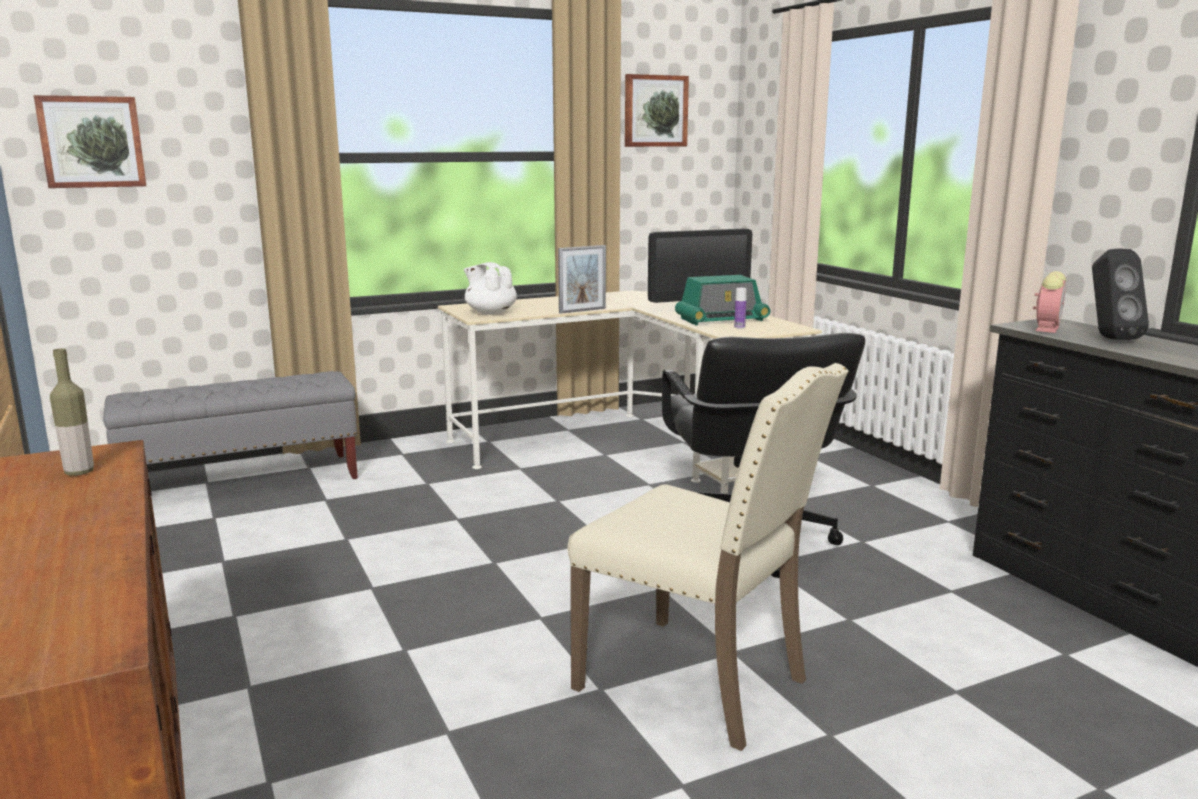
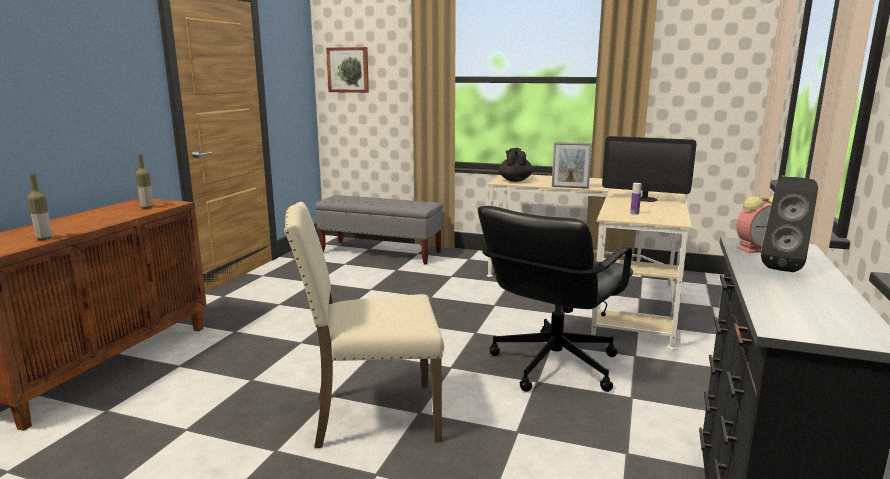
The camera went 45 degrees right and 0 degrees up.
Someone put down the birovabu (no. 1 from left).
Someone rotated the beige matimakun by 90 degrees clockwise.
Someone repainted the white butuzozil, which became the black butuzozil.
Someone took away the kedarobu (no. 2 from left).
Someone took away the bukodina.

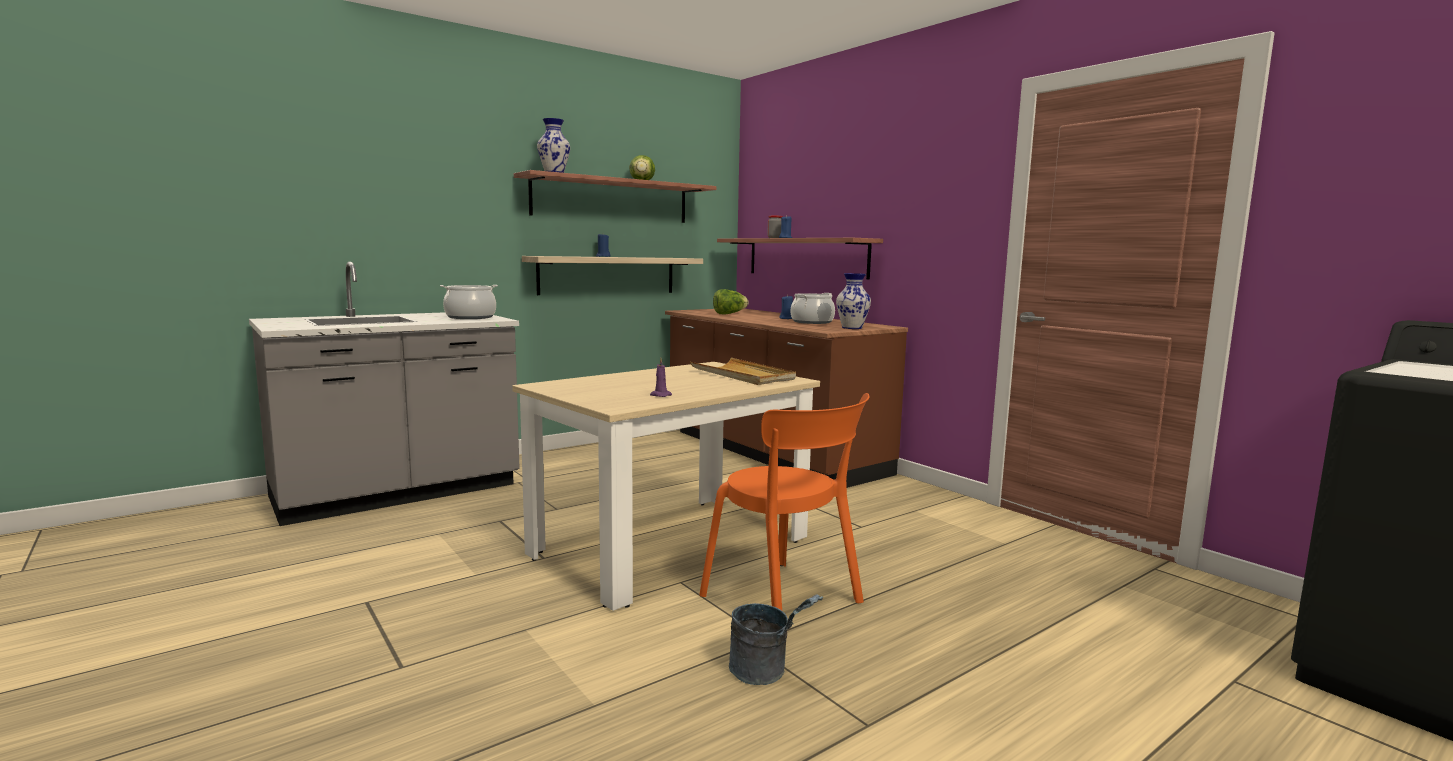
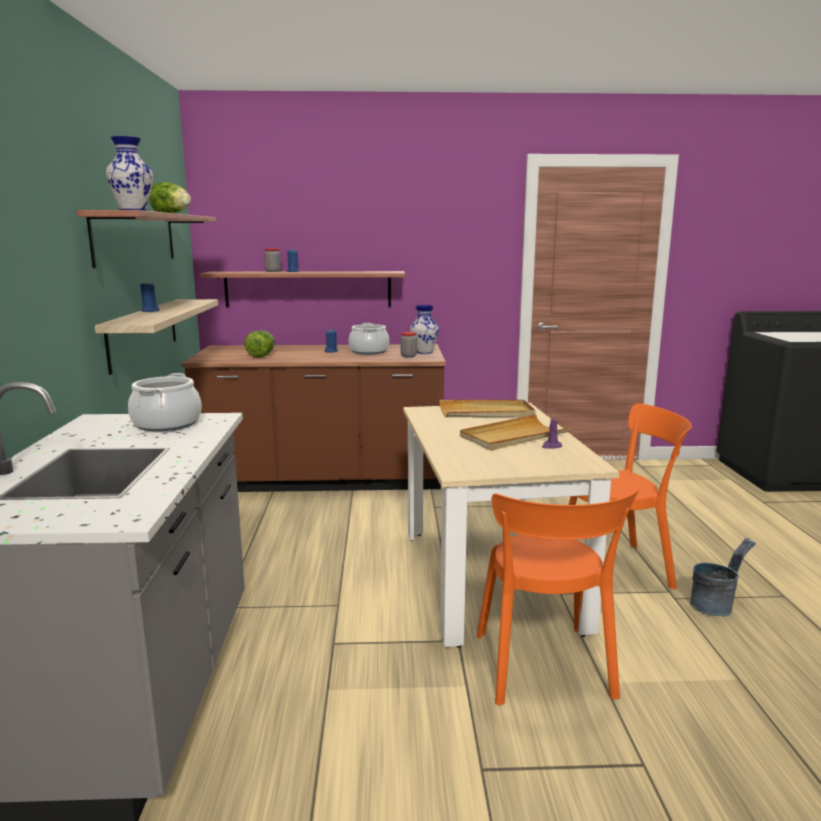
The camera went 55 degrees left and 5 degrees up.
Someone put down the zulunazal (no. 2 from left).
Someone put down the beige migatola (no. 2 from left).
Someone put down the orange matimakun (no. 1 from left).

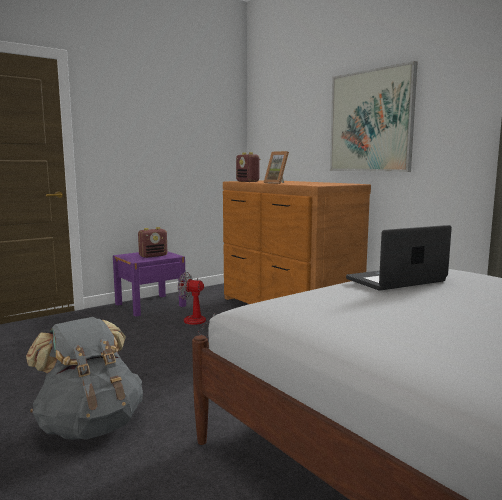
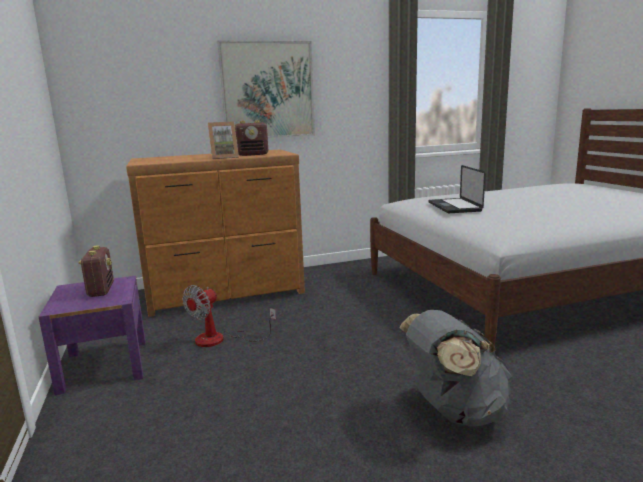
The camera went 70 degrees left and 5 degrees up.
Someone carried the bukodina (no. 2 from left).

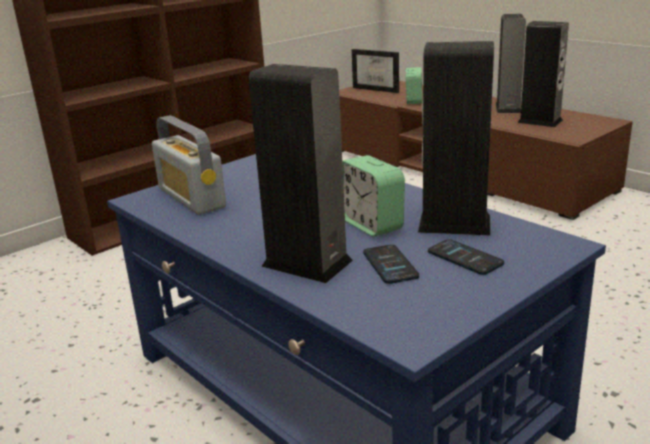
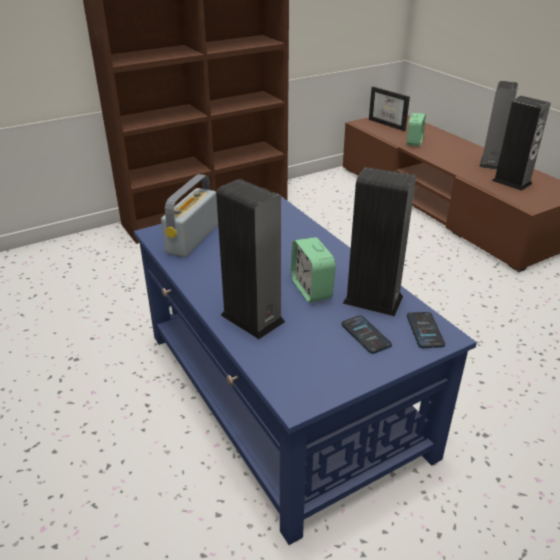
The camera went 10 degrees right and 10 degrees up.
Someone rotated the bukodina by 45 degrees clockwise.
Someone carried the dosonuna (no. 1 from left in the first image).

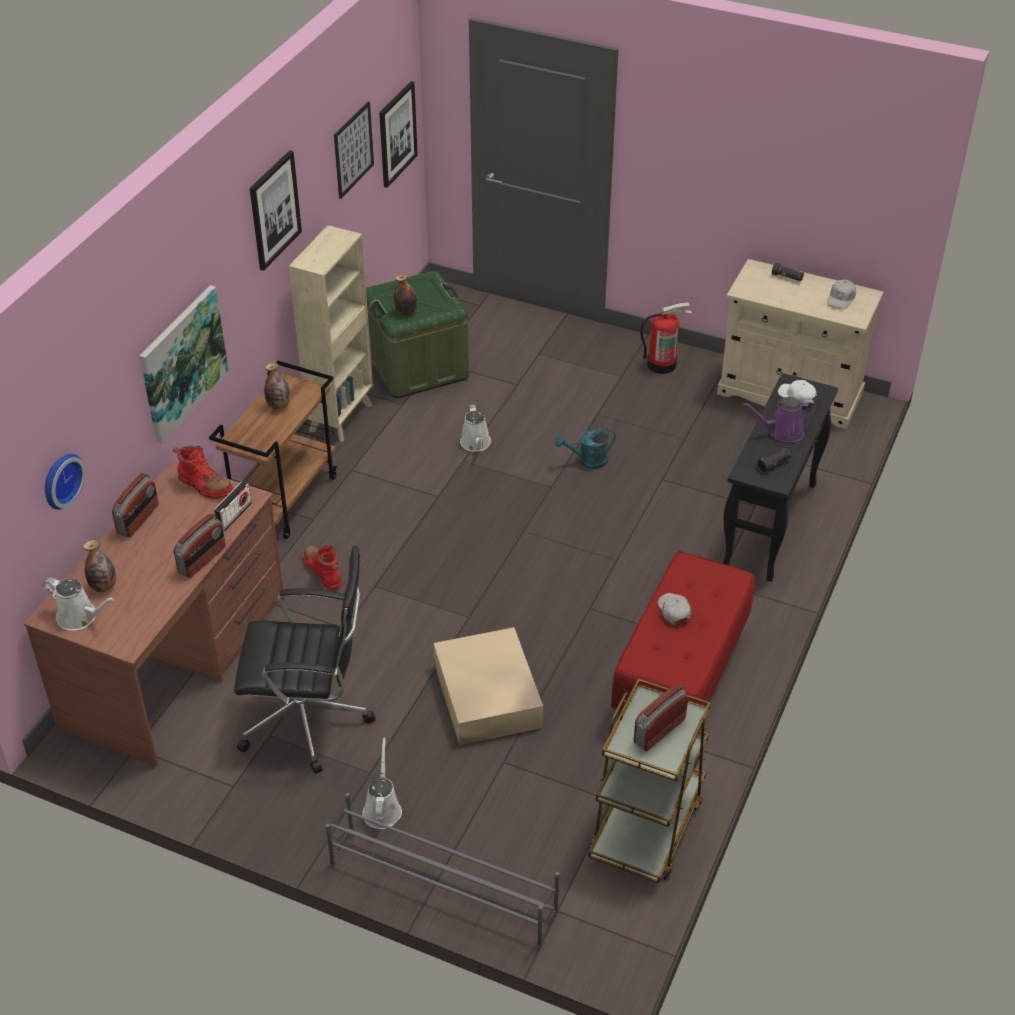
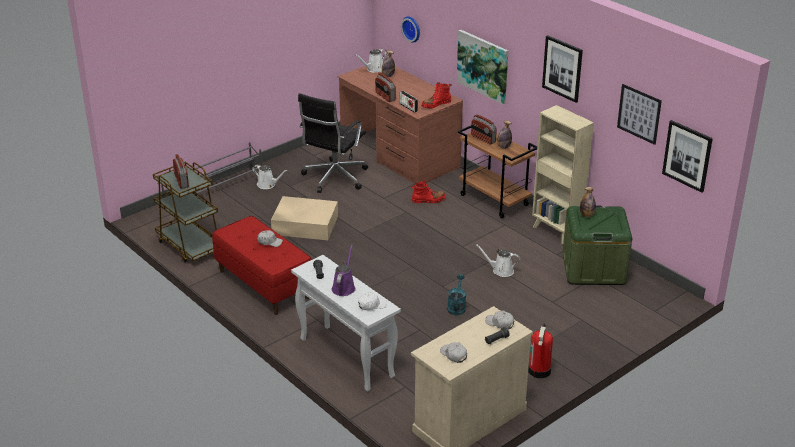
The camera went 115 degrees right and 10 degrees down.
Someone repainted the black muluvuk, which became the white muluvuk.
Someone carried the bukodina (no. 1 from left in the first image).
Someone put down the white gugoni (no. 4 from left).

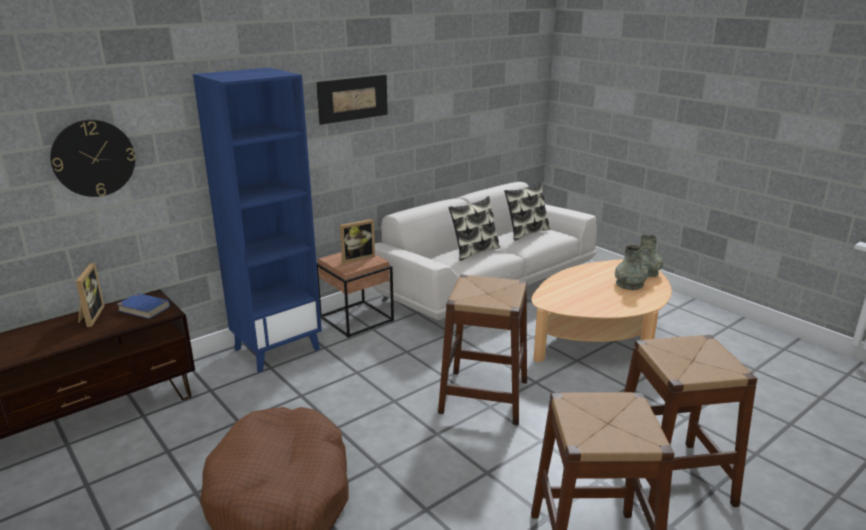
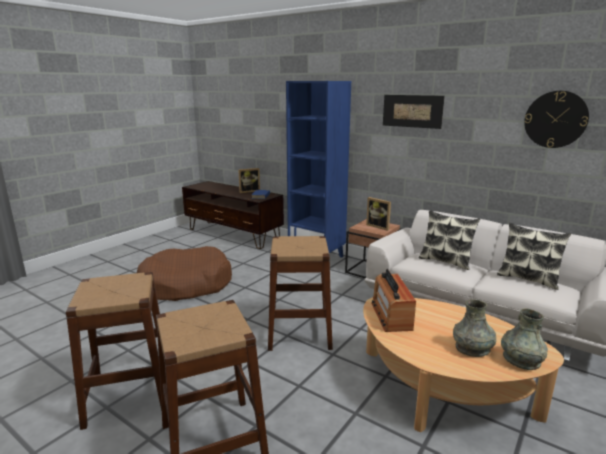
The camera went 75 degrees right and 5 degrees down.
Someone put down the bukodina.
Someone carried the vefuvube.

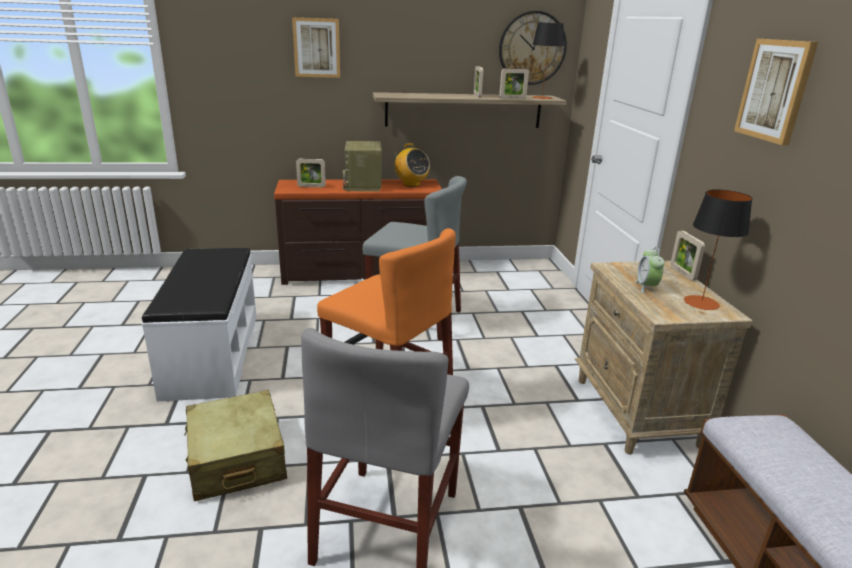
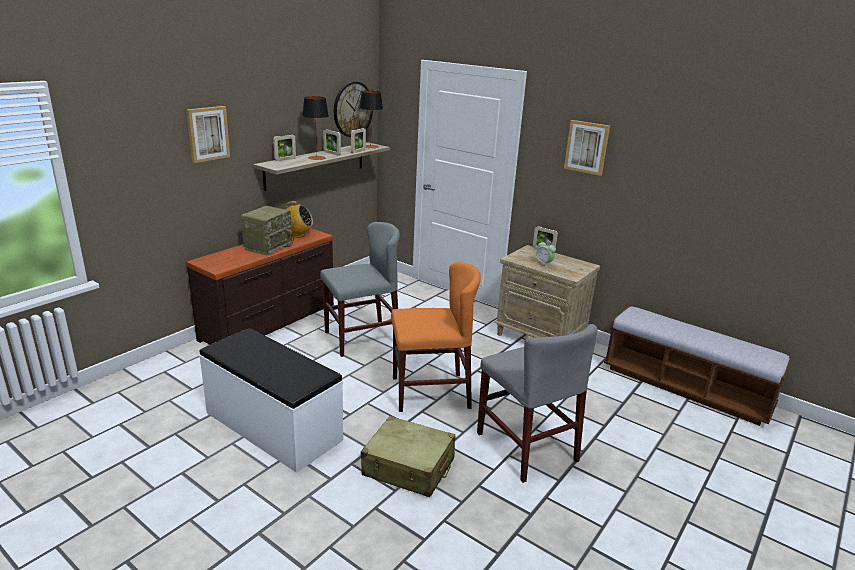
The camera went 45 degrees left and 0 degrees up.
Someone rotated the bukodina (no. 1 from left) by 105 degrees counterclockwise.
Someone carried the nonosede (no. 1 from left).
Someone carried the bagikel (no. 2 from left in the first image).

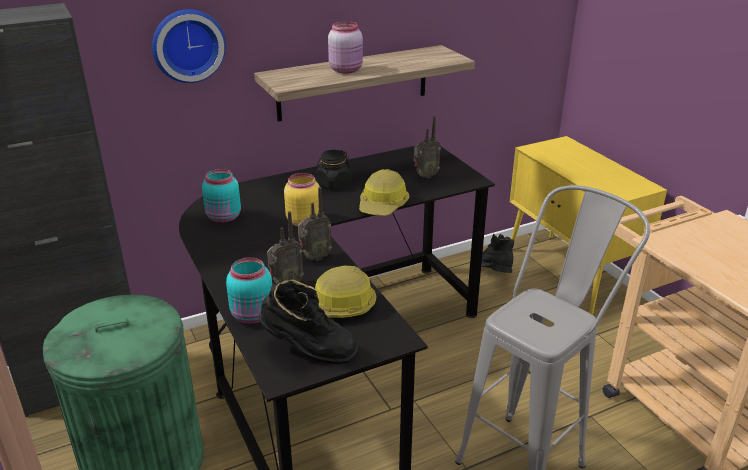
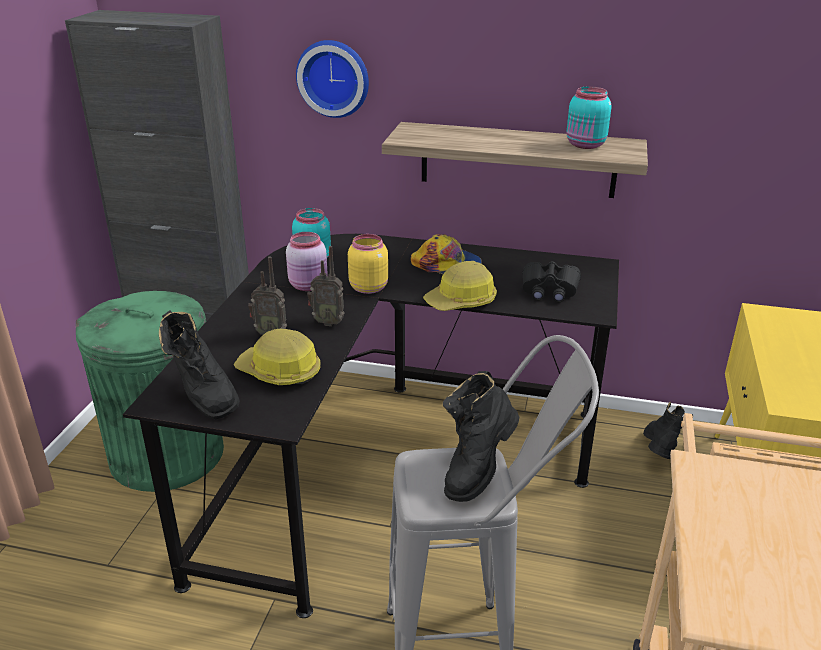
The camera went 40 degrees right and 0 degrees up.
Someone carried the pink zulunazal.
Someone swapped the black zulunazal for the gugoni.
Someone put down the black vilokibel (no. 2 from left).
Someone swapped the bukodina (no. 3 from left) for the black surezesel.
Someone carried the turquoise zulunazal (no. 2 from left).

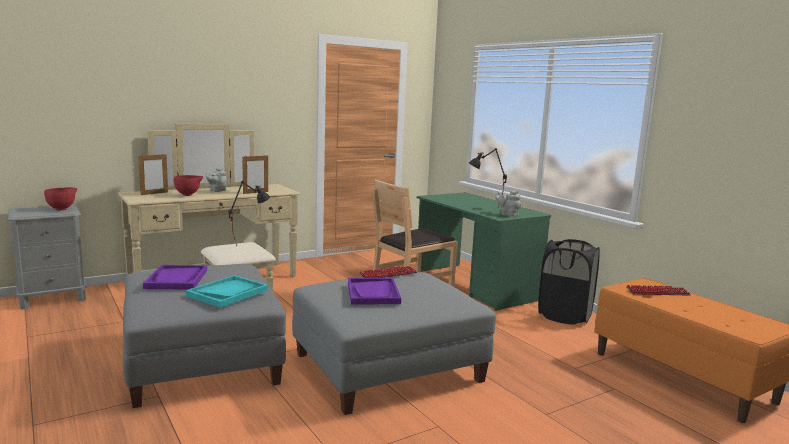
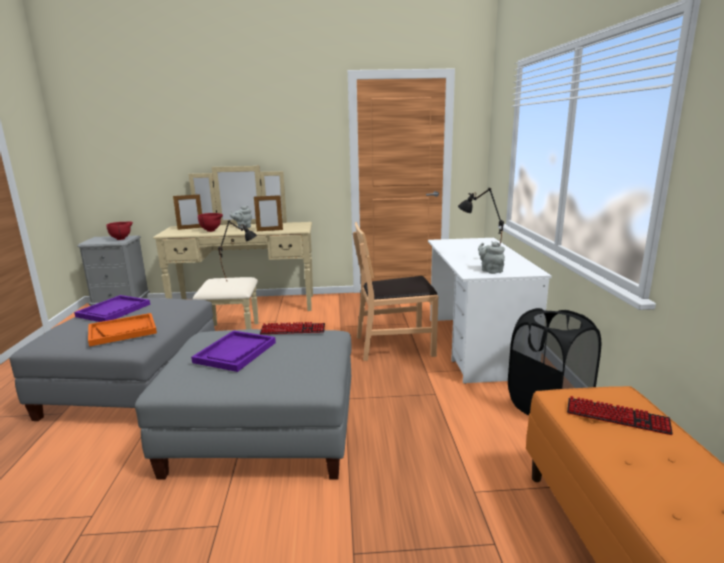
The camera went 30 degrees right and 5 degrees up.
Someone repainted the turquoise migatola, which became the orange migatola.
Someone repainted the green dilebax, which became the white dilebax.

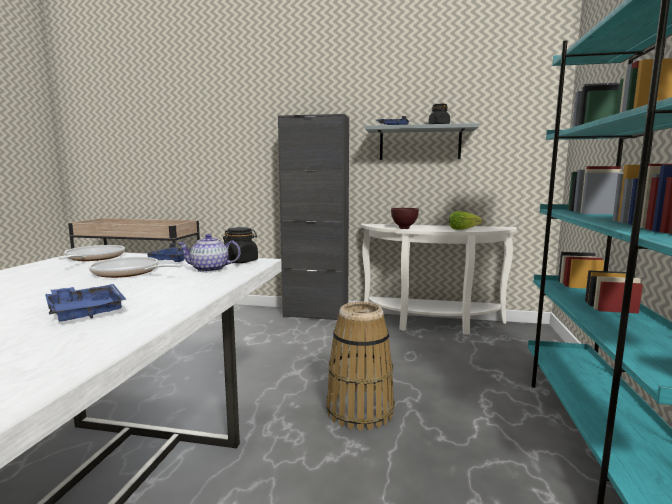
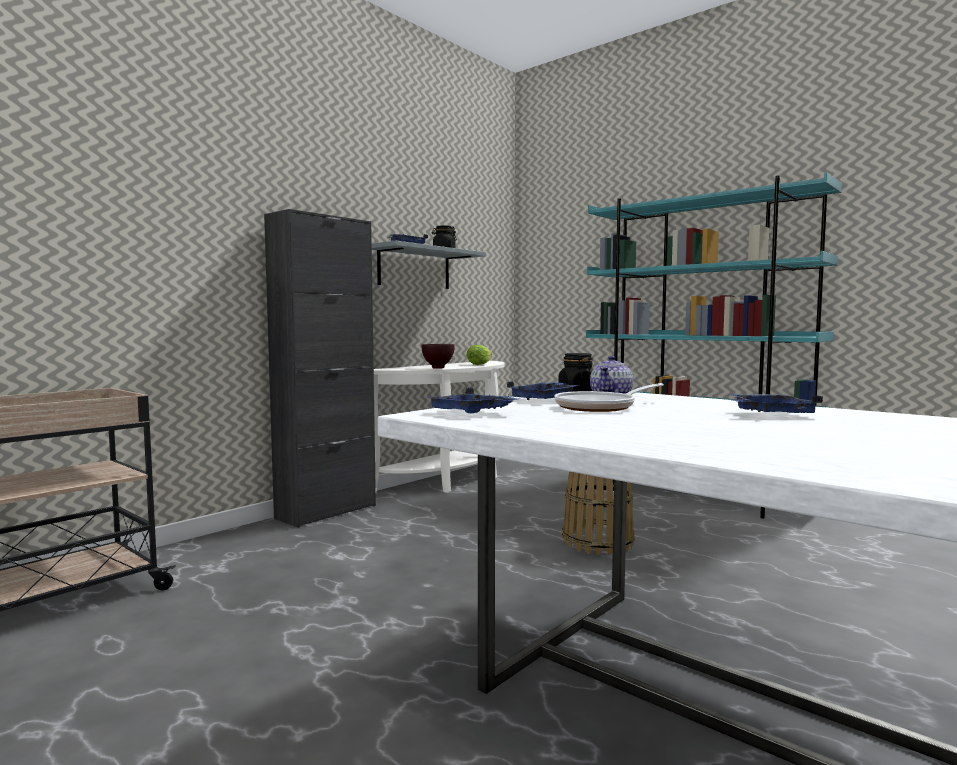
The camera went 60 degrees left and 5 degrees down.
Someone swapped the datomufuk (no. 1 from left) for the blue migatola (no. 2 from left).

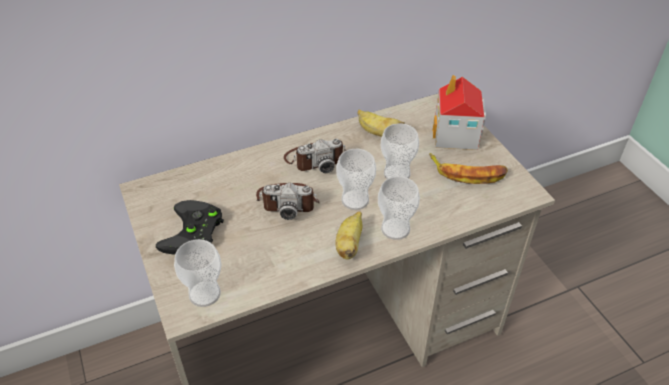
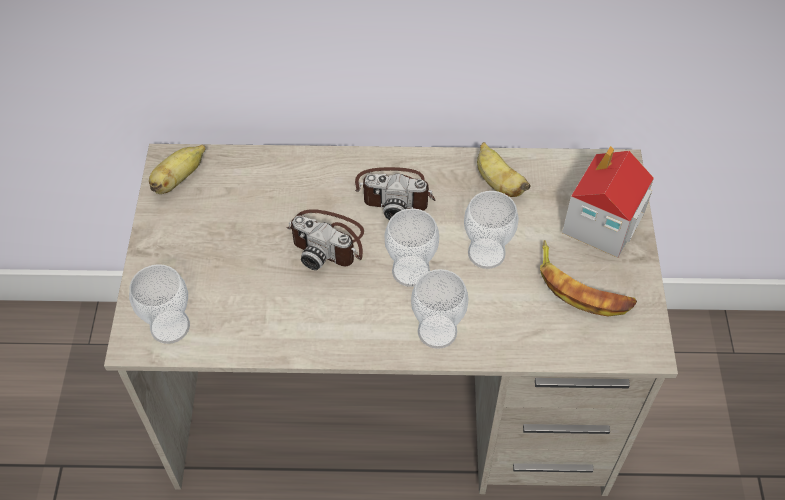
The camera went 25 degrees right and 10 degrees up.
Someone carried the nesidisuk (no. 1 from left).
Someone took away the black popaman.

